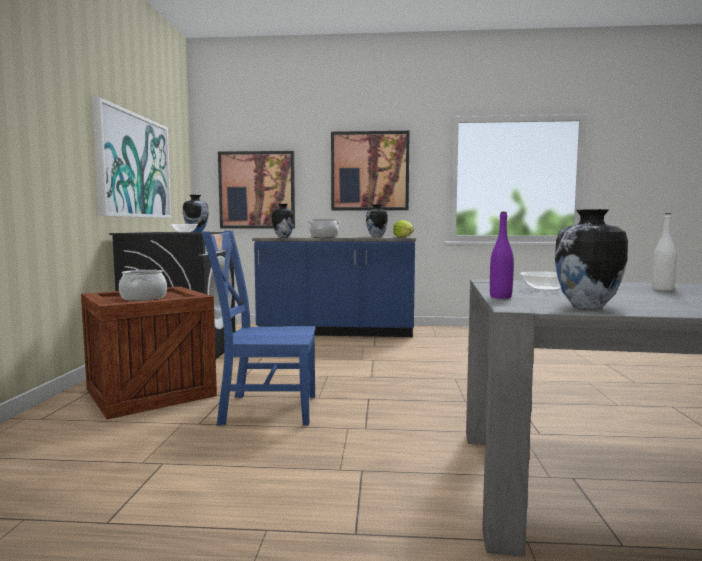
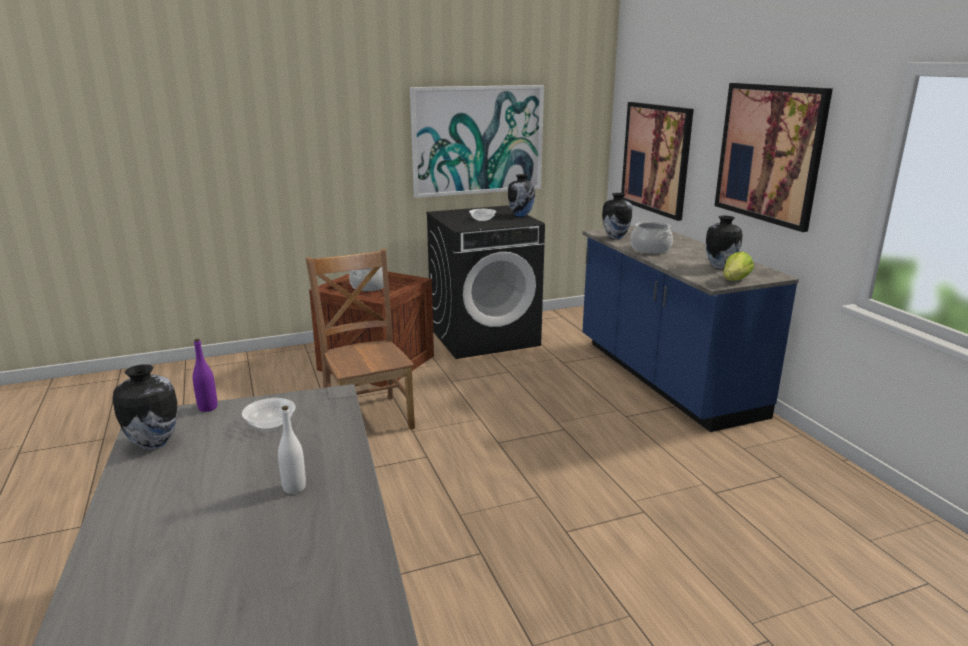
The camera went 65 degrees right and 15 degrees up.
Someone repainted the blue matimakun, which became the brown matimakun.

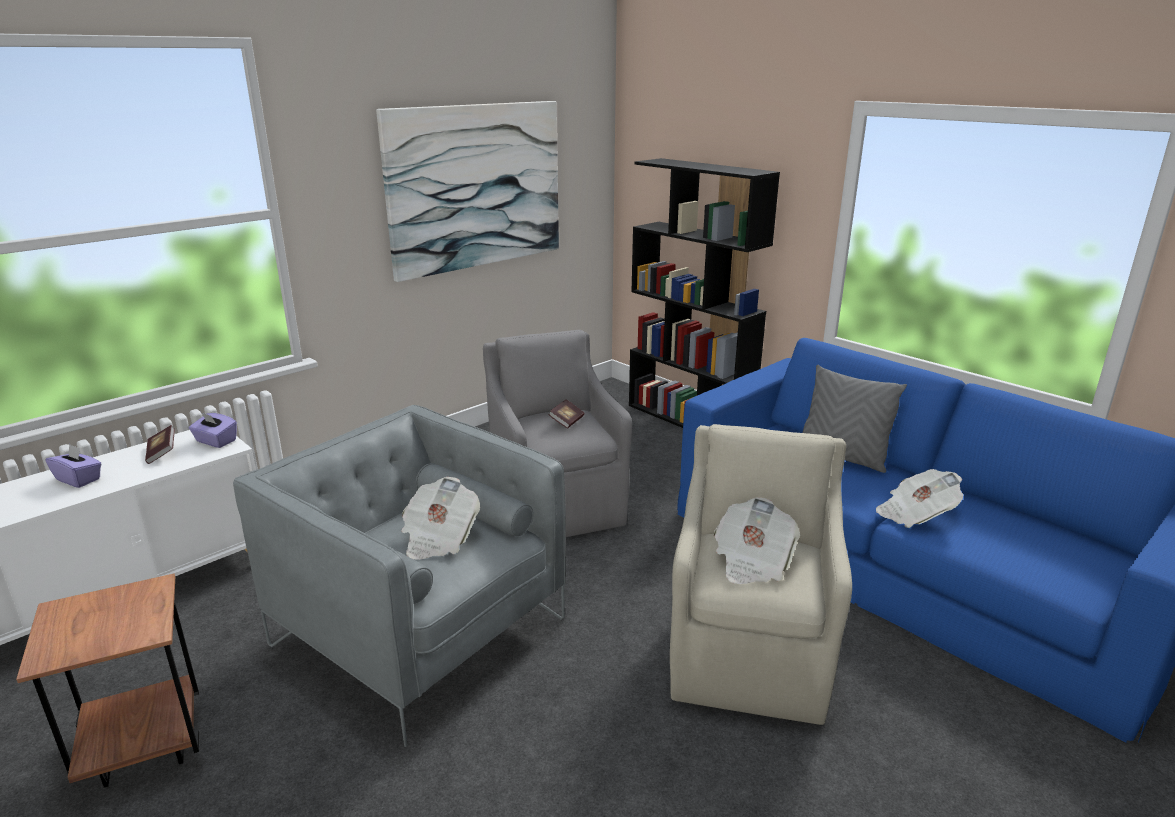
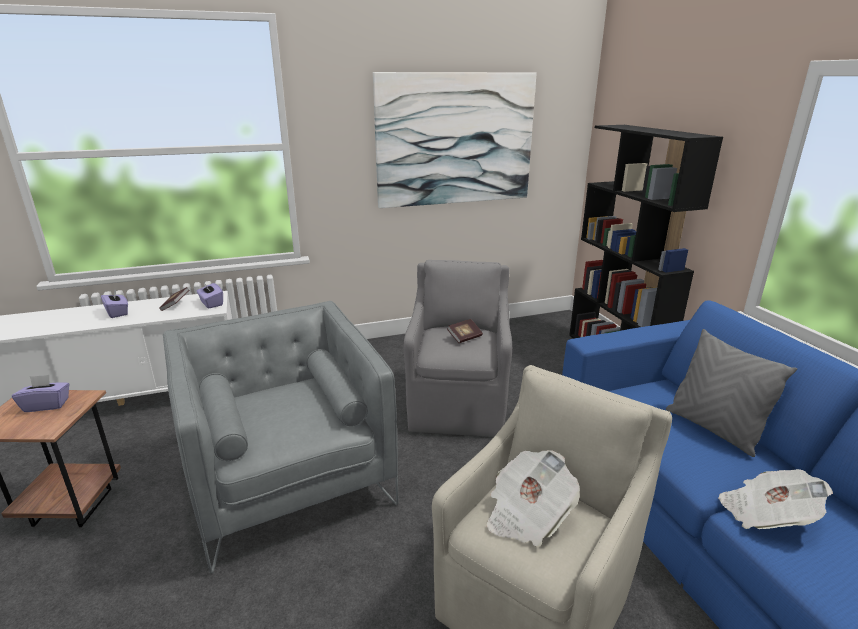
The camera went 25 degrees right and 0 degrees up.
Someone put down the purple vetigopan (no. 1 from left).
Someone took away the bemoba (no. 1 from left).

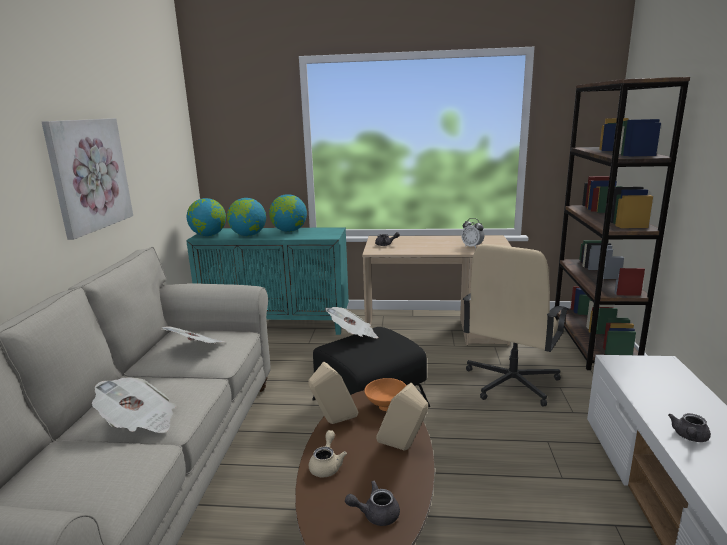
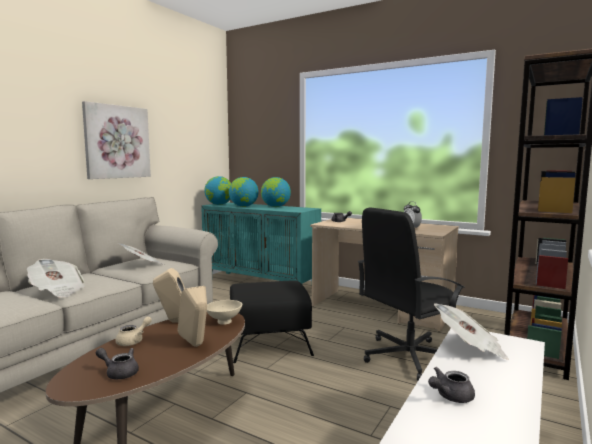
The camera went 25 degrees right and 10 degrees down.
Someone repainted the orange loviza, which became the beige loviza.
Someone repainted the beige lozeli, which became the black lozeli.
Someone carried the bemoba (no. 3 from left).

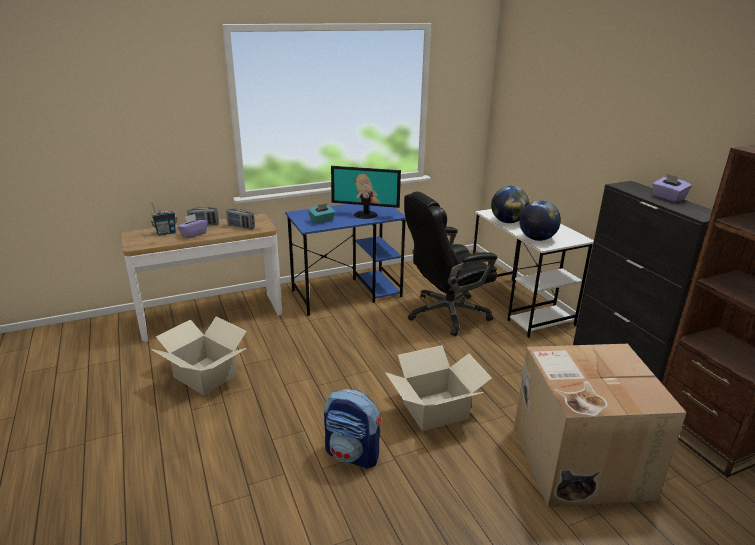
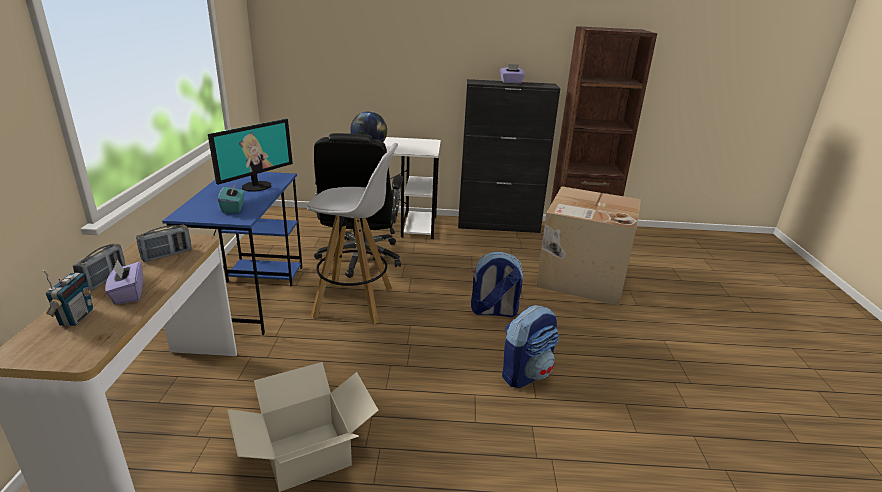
The camera went 65 degrees left and 0 degrees up.
Someone put down the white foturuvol.
Someone swapped the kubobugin (no. 2 from left) for the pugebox (no. 1 from left).
Someone took away the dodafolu (no. 2 from left).

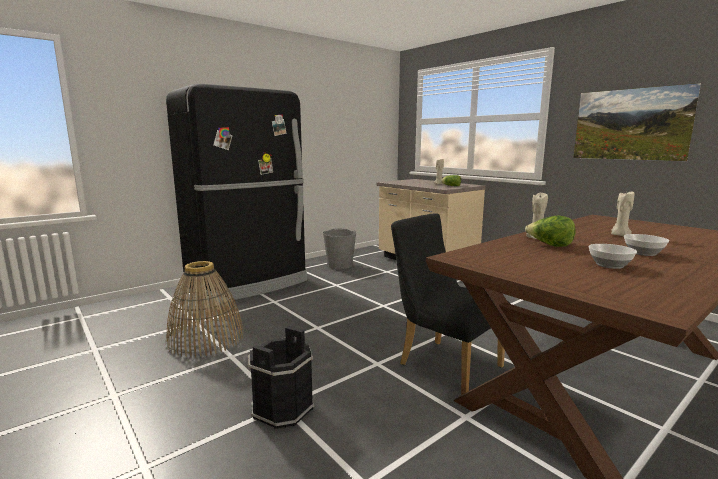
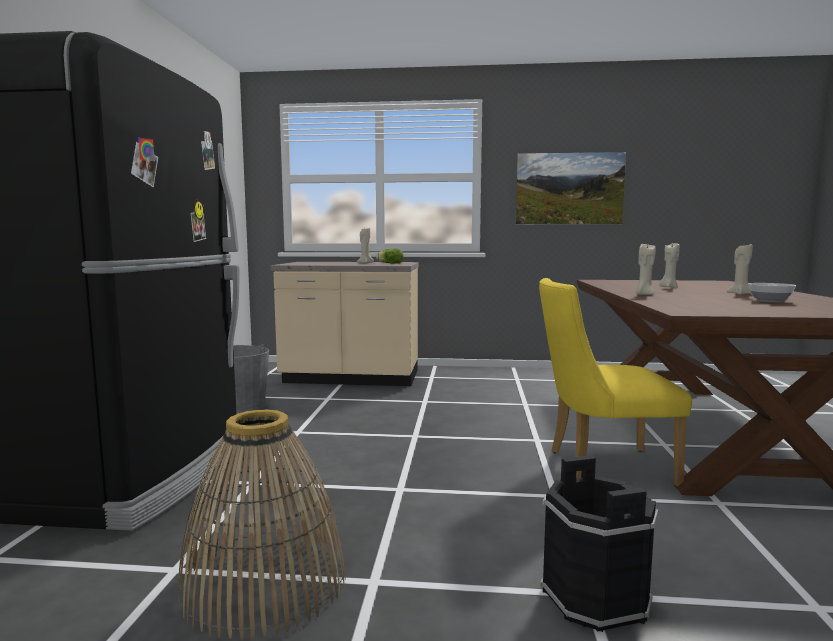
The camera went 45 degrees left and 5 degrees down.
Someone repainted the black matimakun, which became the yellow matimakun.
Someone swapped the loviza (no. 2 from left) for the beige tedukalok (no. 4 from left).
Someone took away the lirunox (no. 2 from left).

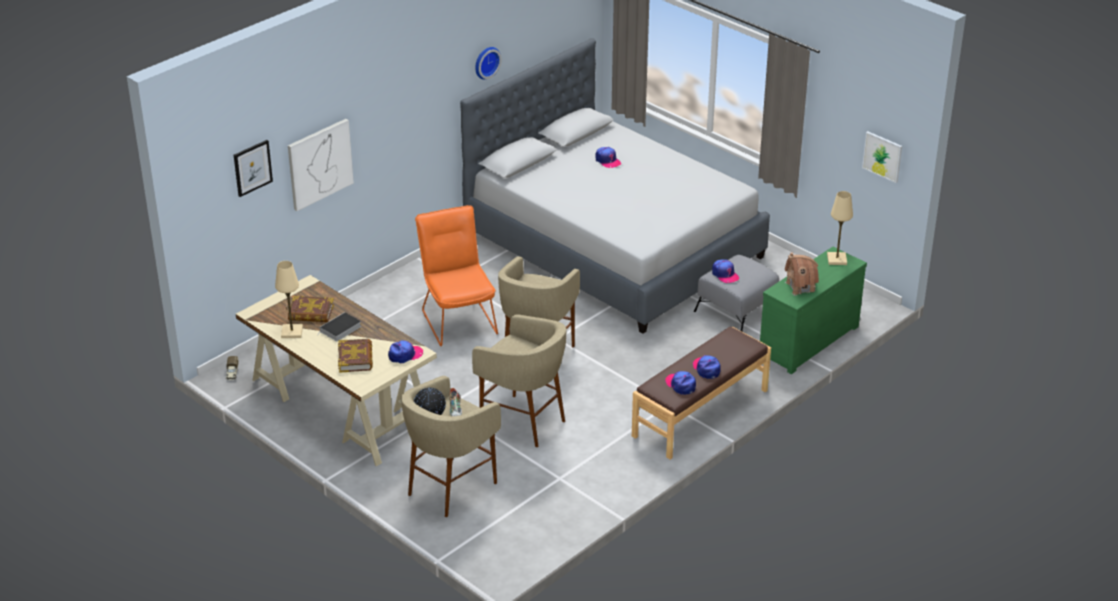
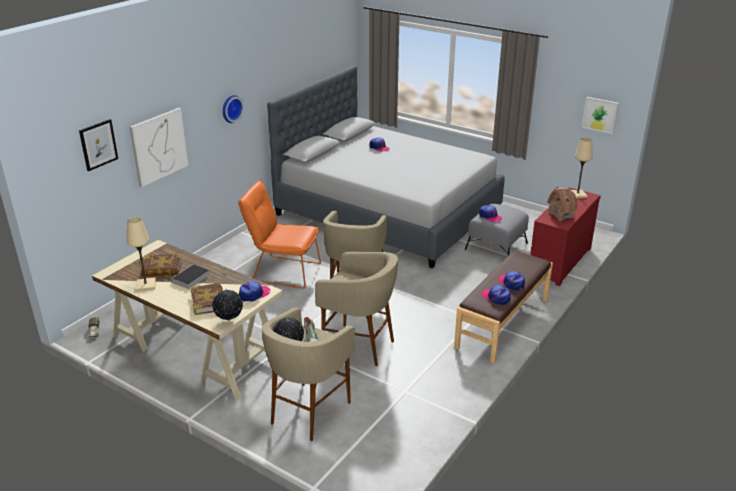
The camera went 10 degrees left and 5 degrees down.
Someone put down the dodafolu (no. 1 from left).
Someone carried the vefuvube.
Someone rotated the orange matimakun by 45 degrees counterclockwise.
Someone repainted the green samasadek, which became the red samasadek.

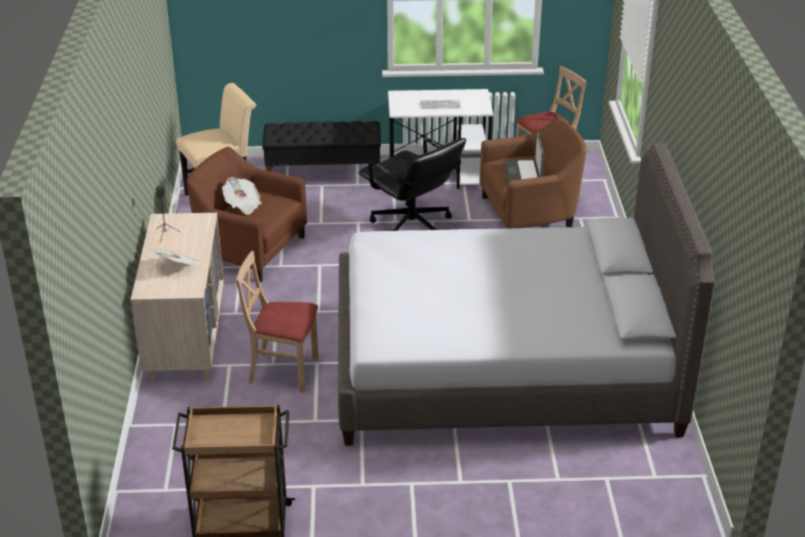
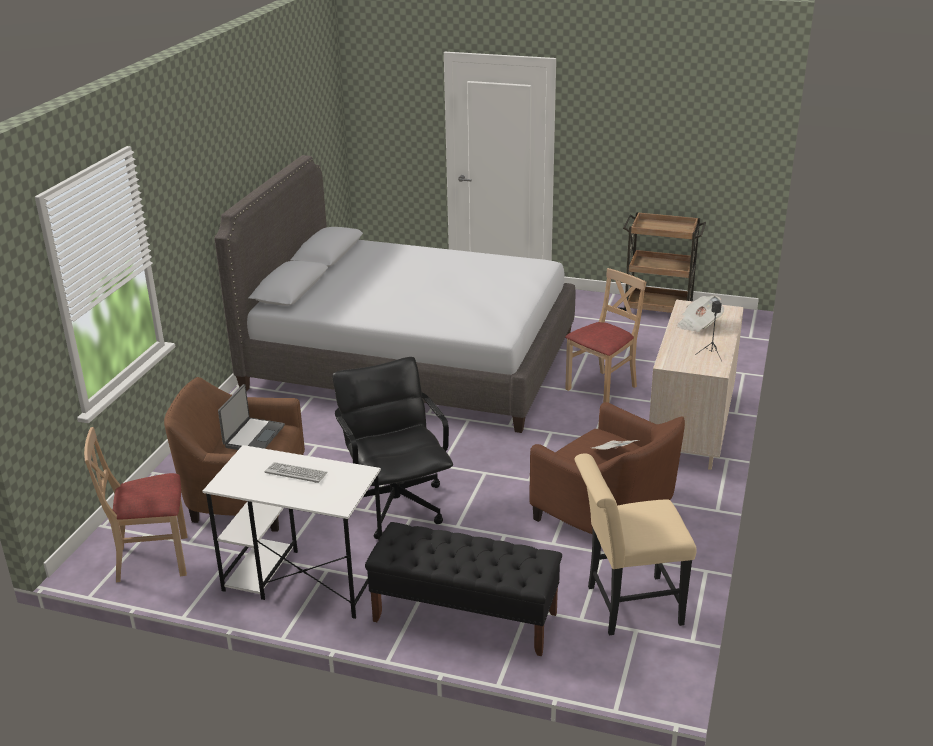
The camera went 160 degrees left and 5 degrees down.
Someone rotated the beige matimakun (no. 2 from left) by 75 degrees counterclockwise.

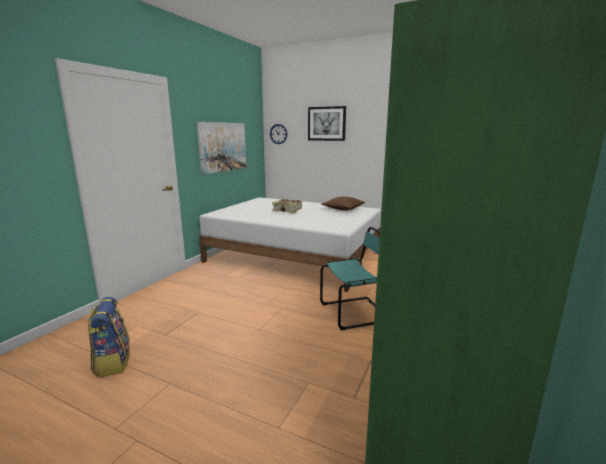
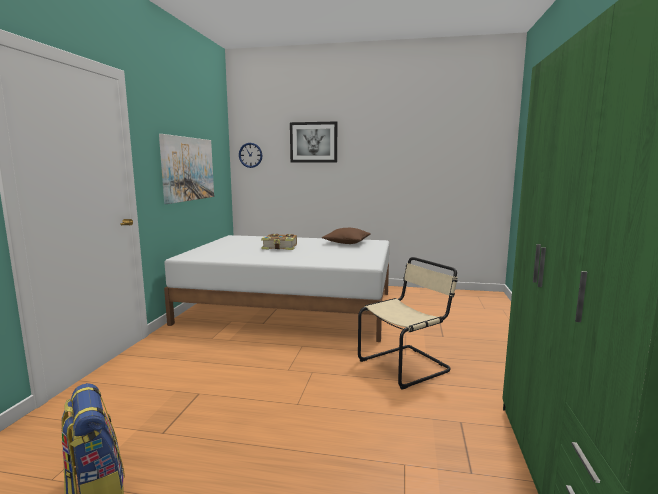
The camera went 15 degrees left and 5 degrees down.
Someone repainted the turquoise matimakun, which became the beige matimakun.

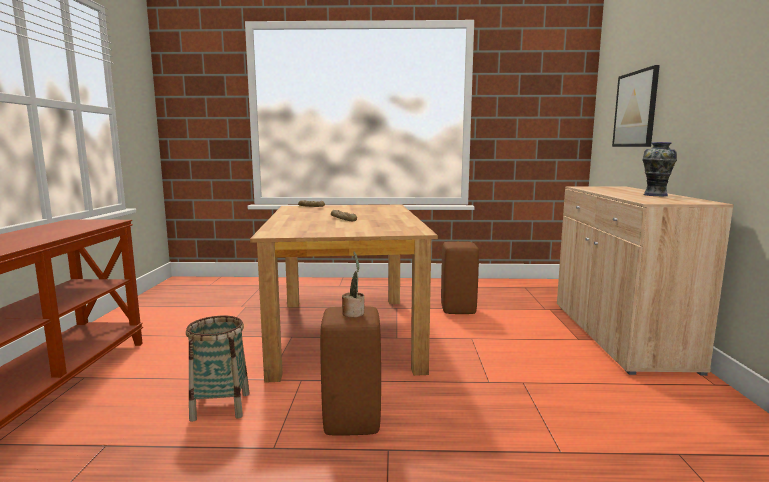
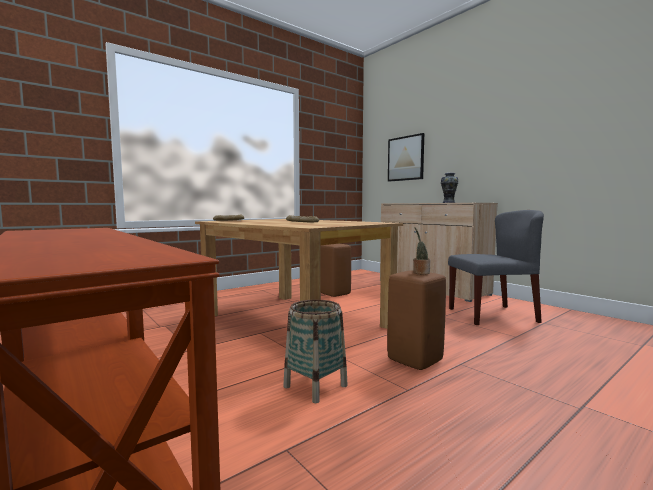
The camera went 40 degrees left and 5 degrees down.
Someone put down the grey matimakun.

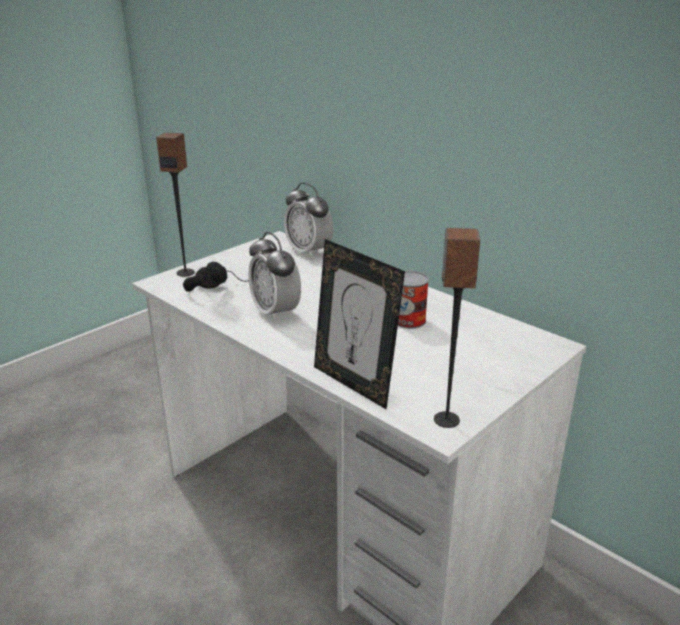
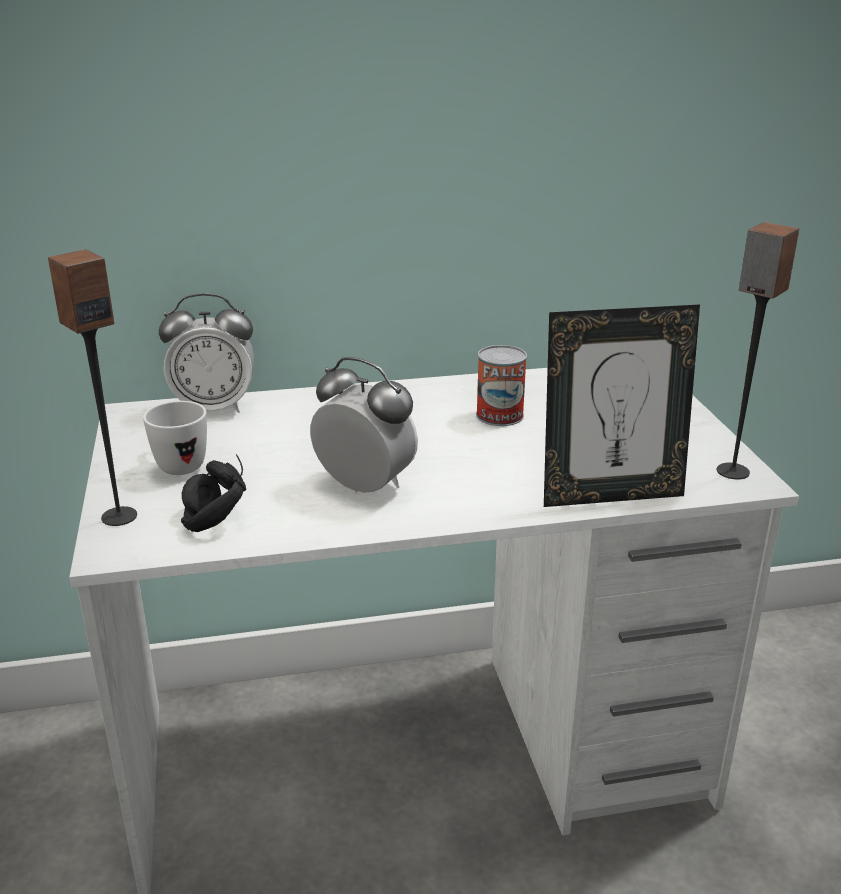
The camera went 55 degrees left and 0 degrees up.
Someone put down the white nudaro.
Someone rotated the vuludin (no. 1 from left in the first image) by 150 degrees counterclockwise.

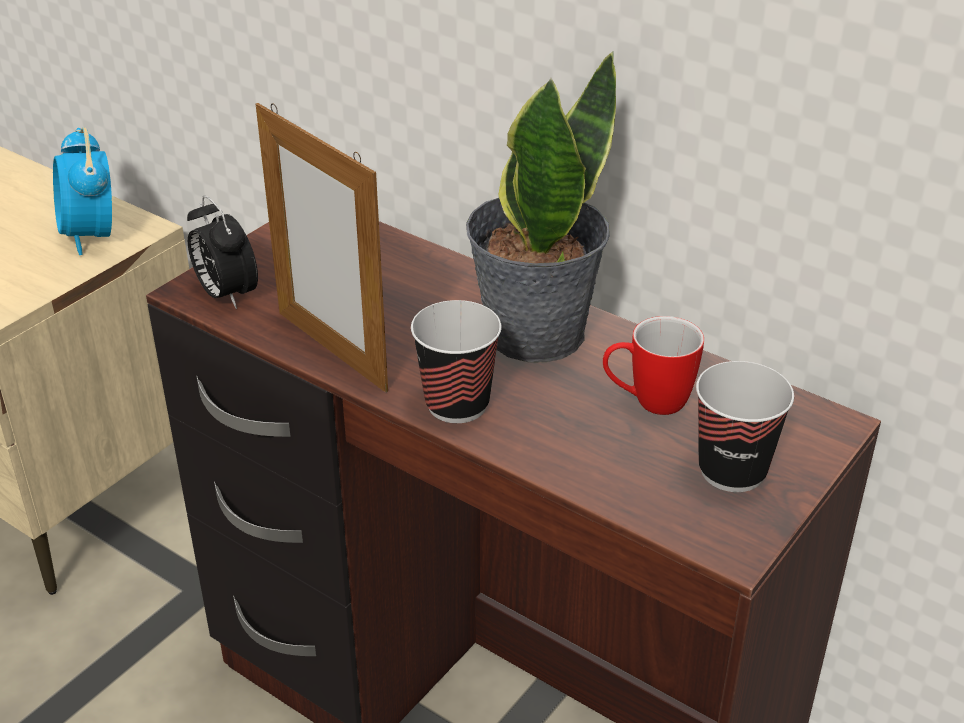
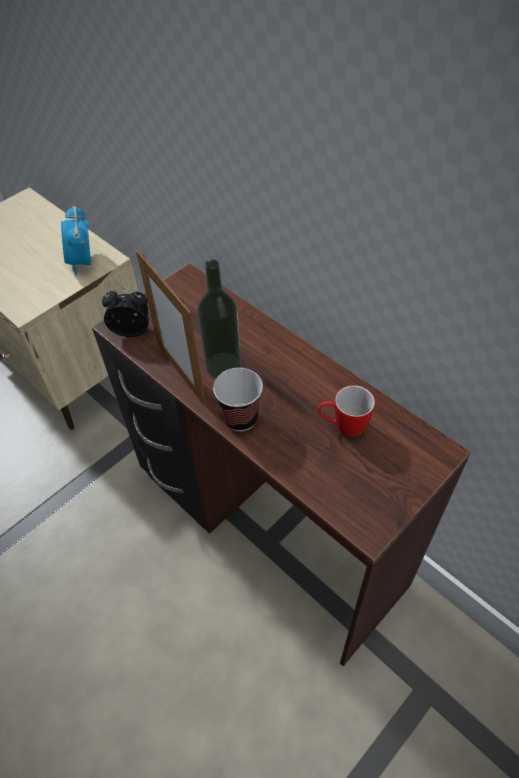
The camera went 10 degrees right and 15 degrees up.
Someone rotated the vuludin (no. 2 from left) by 120 degrees clockwise.
Someone put down the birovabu.
Someone took away the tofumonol.
Someone took away the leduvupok (no. 2 from left).

